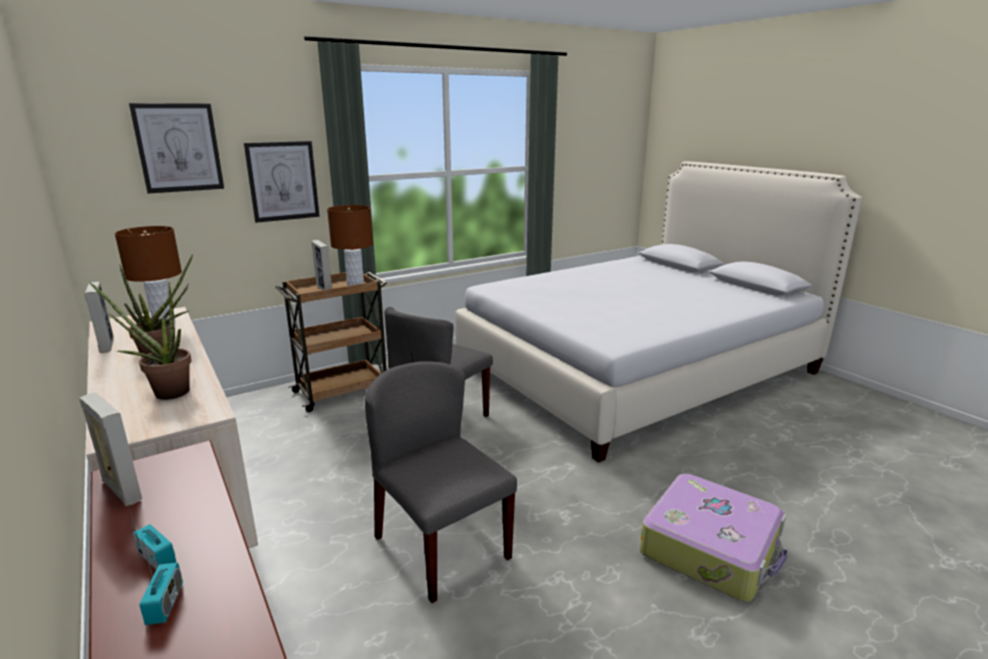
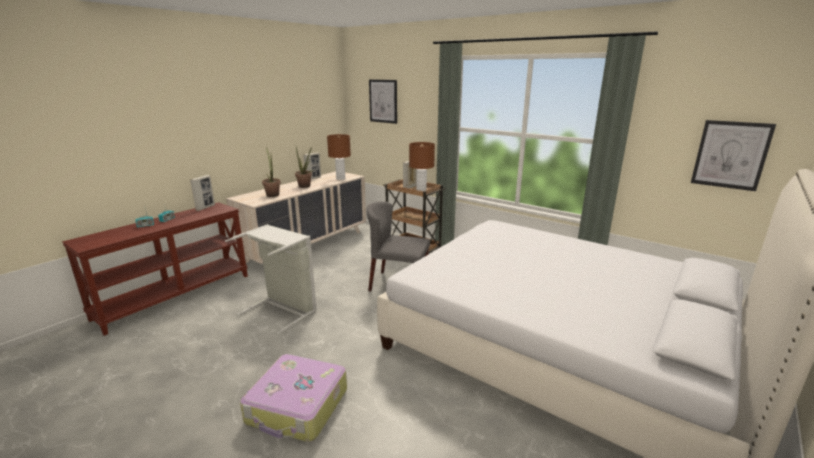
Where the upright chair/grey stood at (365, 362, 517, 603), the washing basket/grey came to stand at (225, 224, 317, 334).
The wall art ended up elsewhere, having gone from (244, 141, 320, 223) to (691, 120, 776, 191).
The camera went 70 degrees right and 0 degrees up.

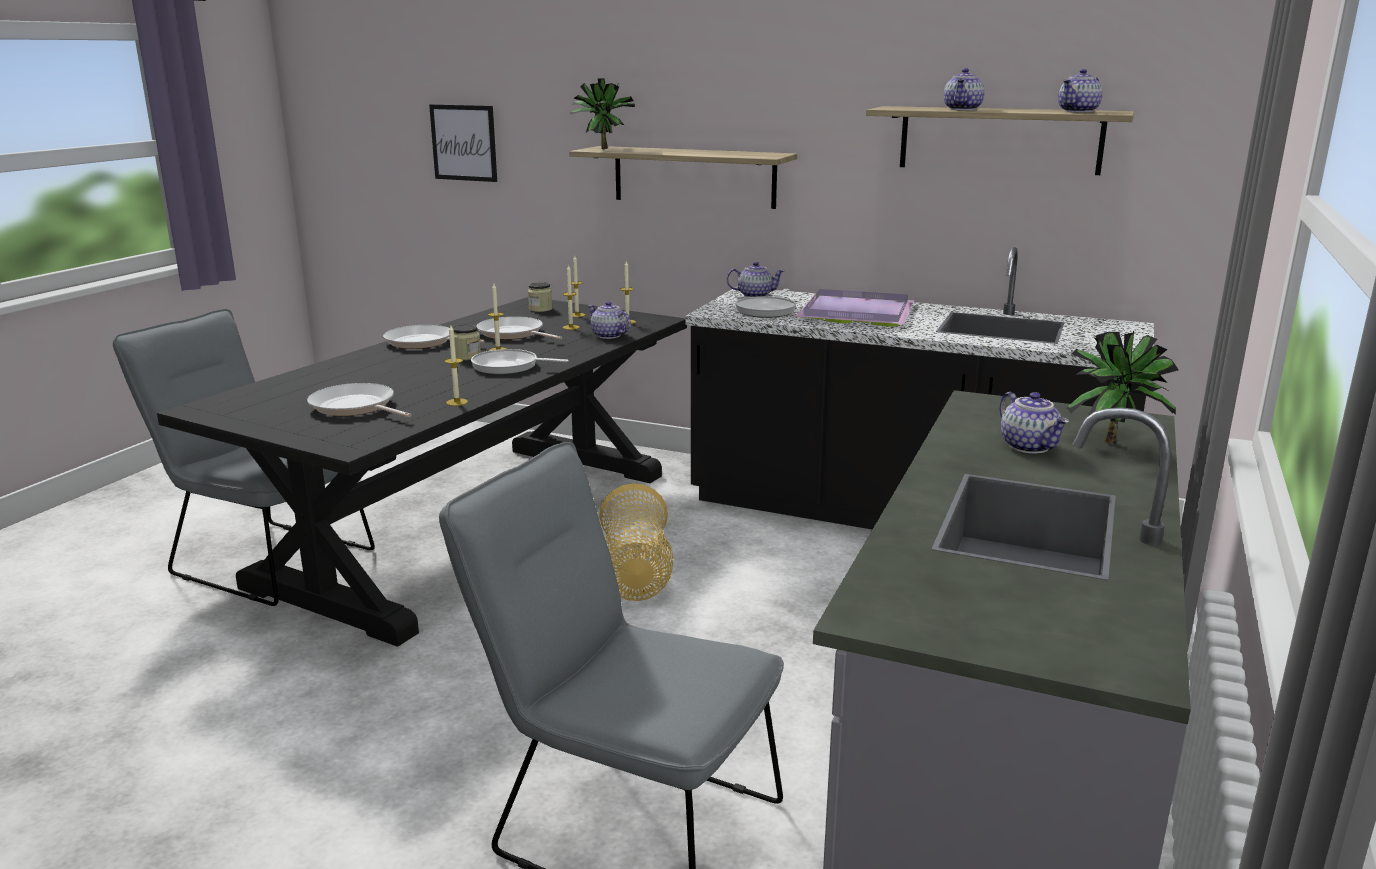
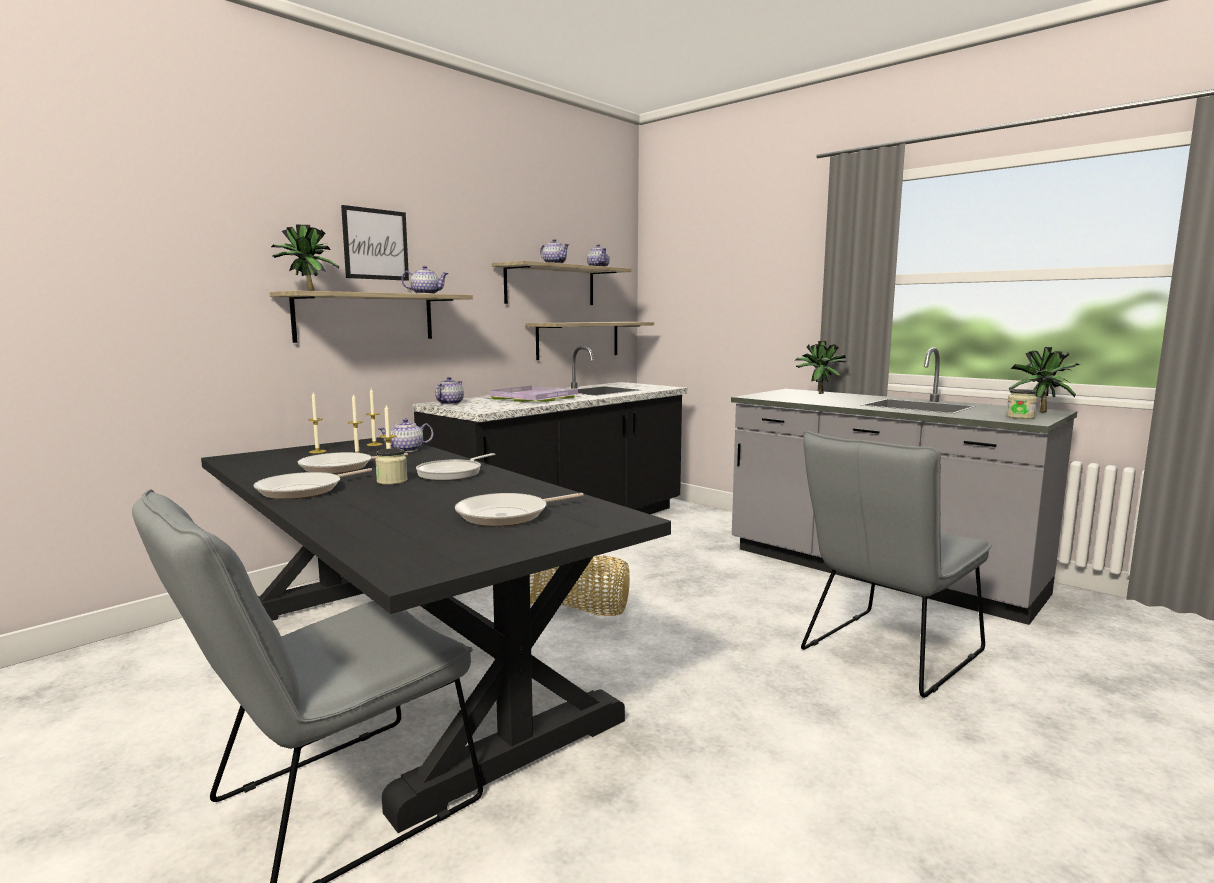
The wall art ended up elsewhere, having gone from (429, 104, 497, 182) to (341, 205, 409, 281).
The teapot ended up elsewhere, having gone from (999, 392, 1069, 454) to (401, 266, 449, 294).
The second view gained the wall shelf at (525, 322, 654, 360).
The preserve jar ended up elsewhere, having gone from (528, 282, 552, 312) to (1006, 389, 1037, 419).
The second view gained the potted plant at (1009, 347, 1080, 412).
The second view lost the candle at (444, 325, 468, 406).
The second view lost the pan at (735, 289, 796, 318).
The camera went 70 degrees left and 10 degrees down.

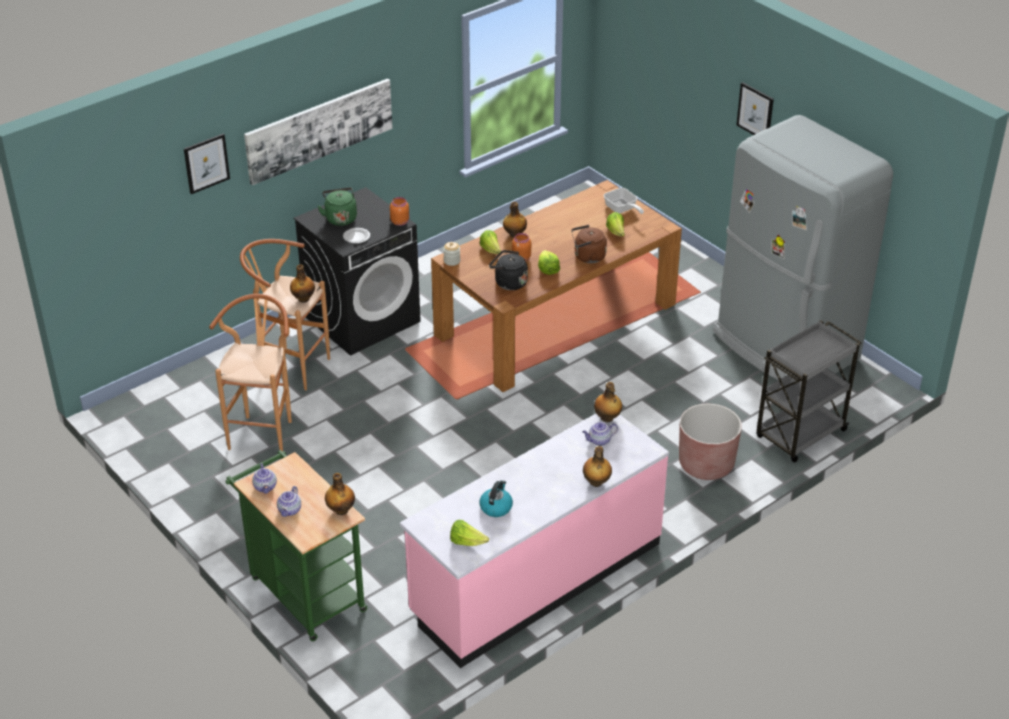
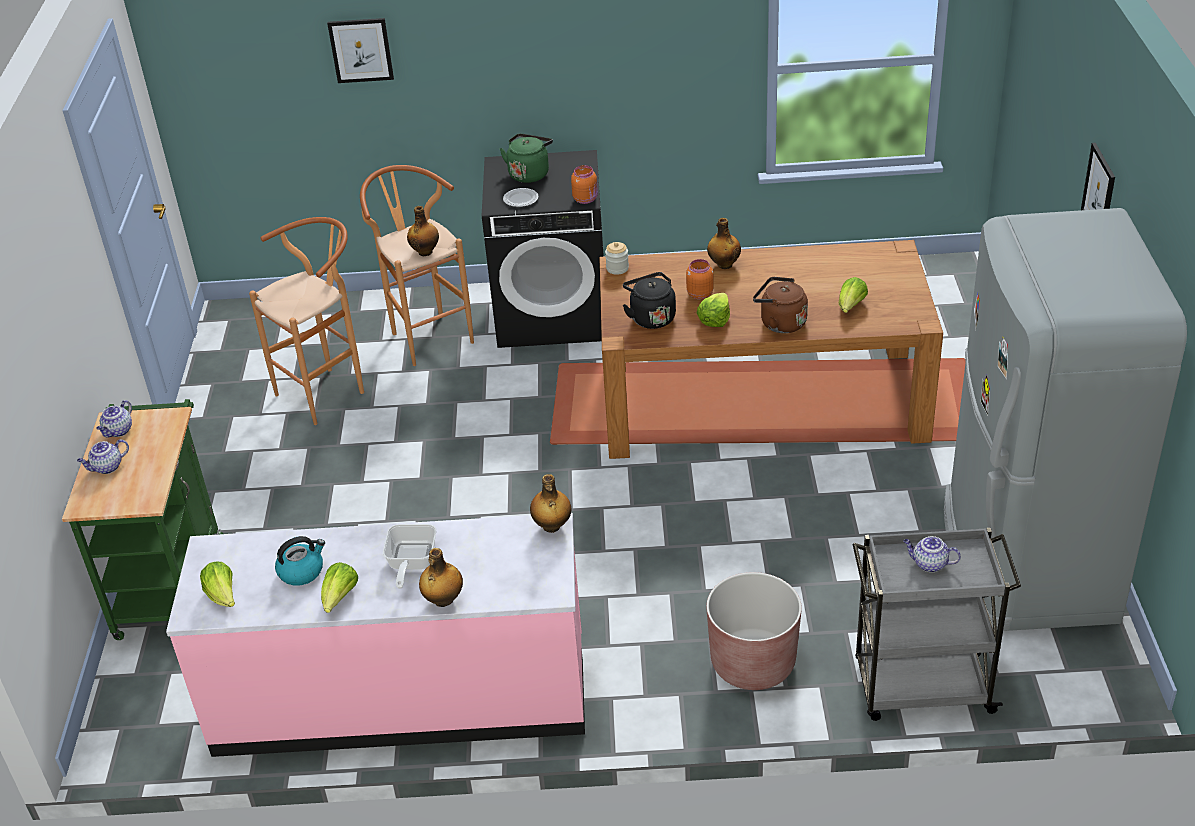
The lettuce ended up elsewhere, having gone from (480, 230, 501, 254) to (321, 562, 358, 613).
The pan ended up elsewhere, having gone from (604, 188, 644, 214) to (383, 524, 437, 589).
The teapot ended up elsewhere, having gone from (582, 422, 618, 446) to (903, 536, 961, 572).
The second view lost the wall art at (244, 79, 392, 185).
The second view lost the bottle at (325, 473, 355, 515).
The camera went 40 degrees right and 0 degrees up.

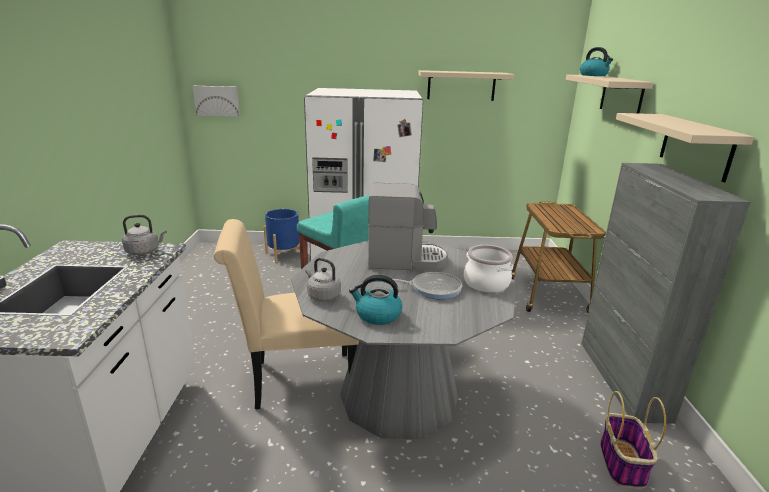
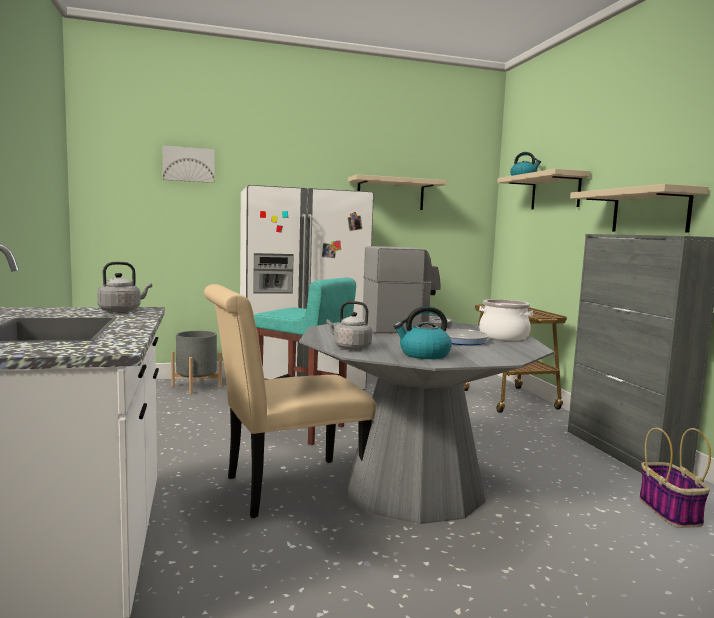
The wall art ended up elsewhere, having gone from (193, 86, 240, 116) to (163, 146, 214, 183).
What was the plant pot/bluish at (263, 209, 300, 263) turned into the plant pot/grey at (171, 331, 222, 394).
The camera went 15 degrees left and 15 degrees down.

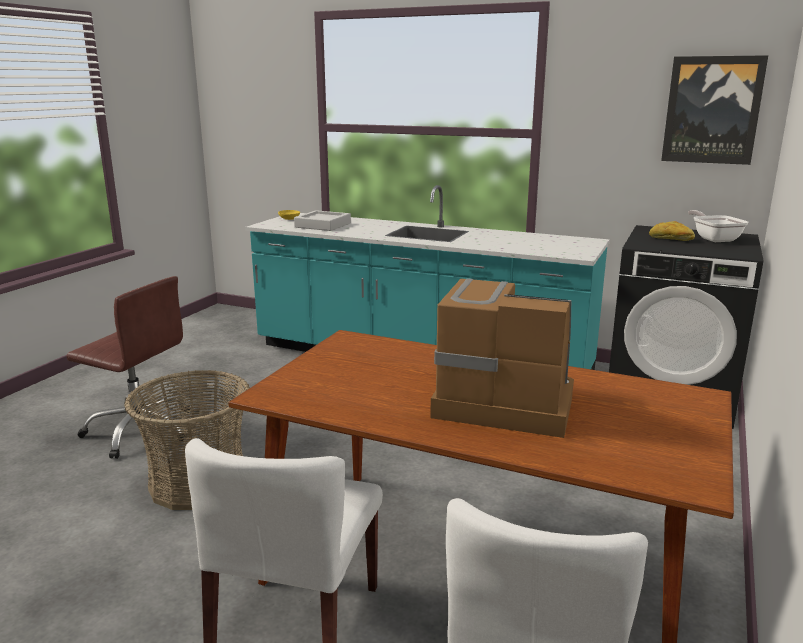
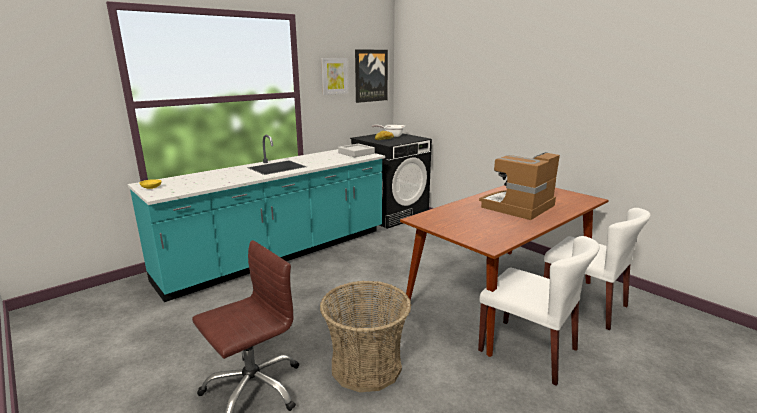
The second view gained the wall art at (321, 58, 348, 95).
The tray/grey ended up elsewhere, having gone from (294, 210, 351, 231) to (338, 144, 375, 157).
The camera went 65 degrees left and 0 degrees up.

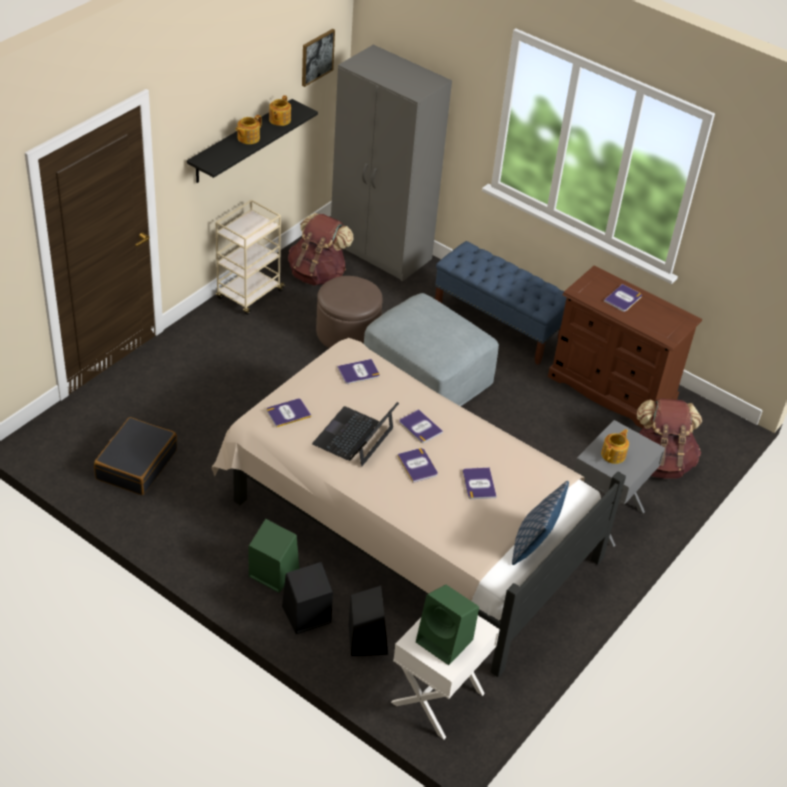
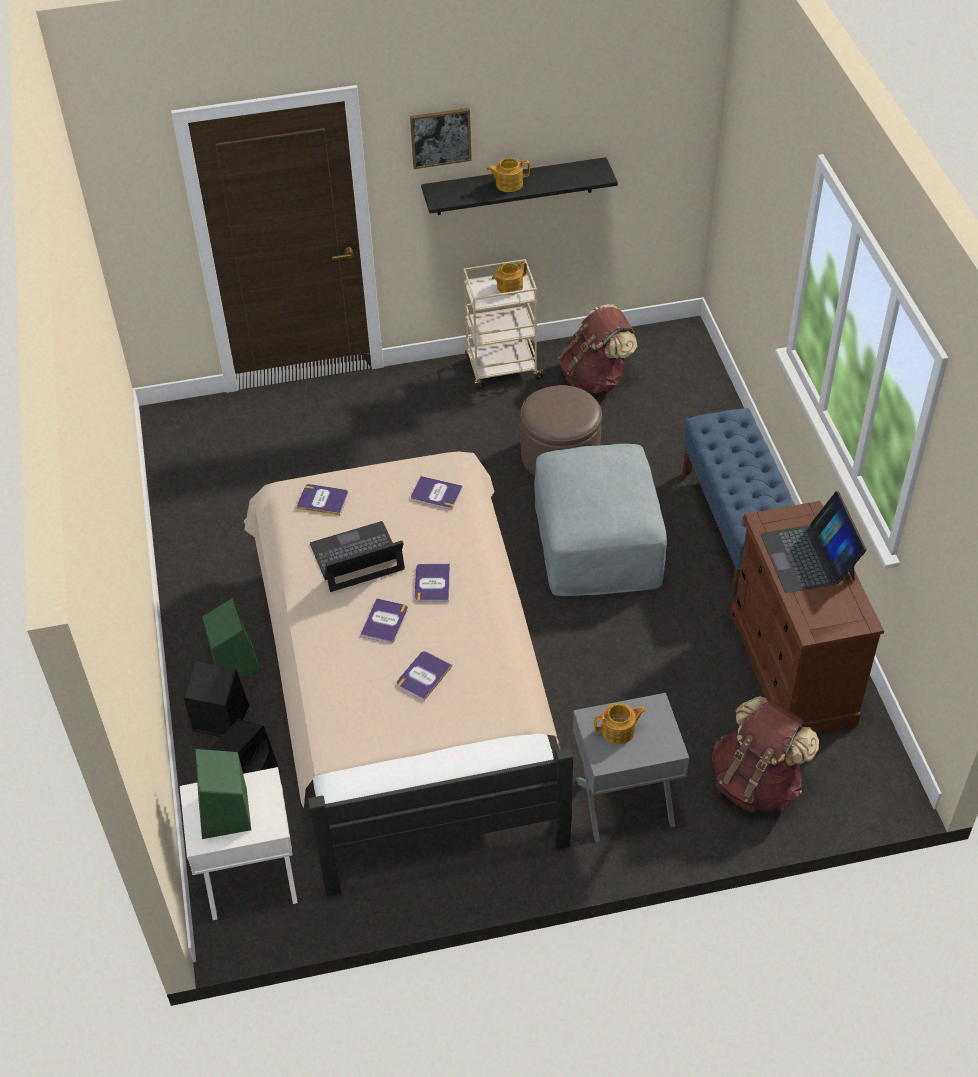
The wall art ended up elsewhere, having gone from (302, 29, 335, 87) to (410, 108, 472, 169).
The teapot ended up elsewhere, having gone from (269, 95, 291, 126) to (492, 261, 527, 295).
Where the volume stood at (604, 284, 642, 312), the notebook computer came to stand at (760, 491, 867, 593).
The second view lost the piece of luggage/black at (94, 417, 177, 495).
The second view lost the wardrobe/grey at (331, 45, 452, 281).
The second view lost the cushion at (512, 481, 569, 565).
The camera went 45 degrees right and 5 degrees up.

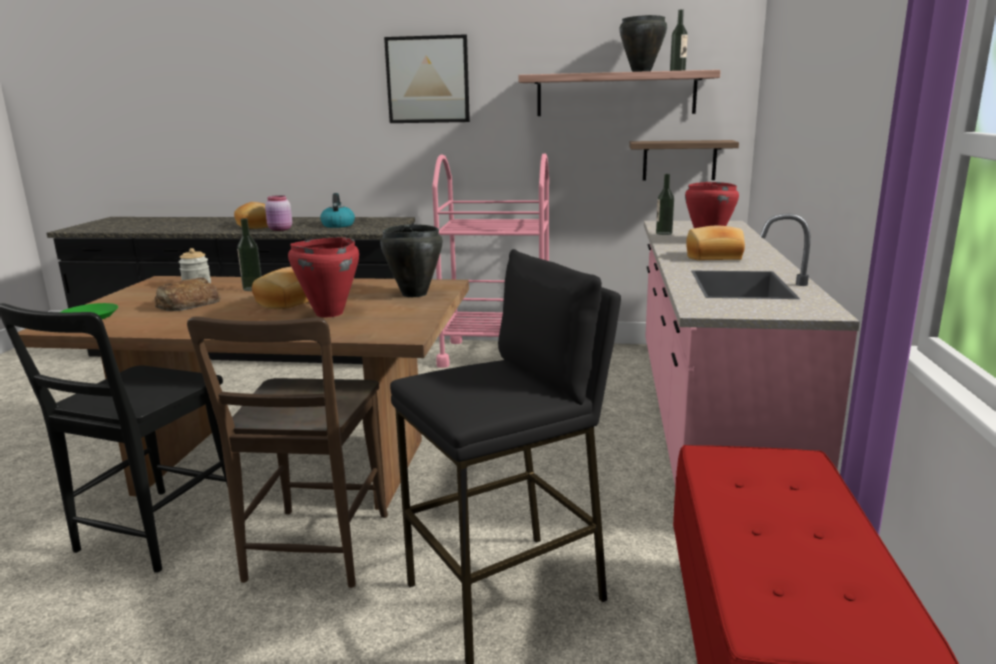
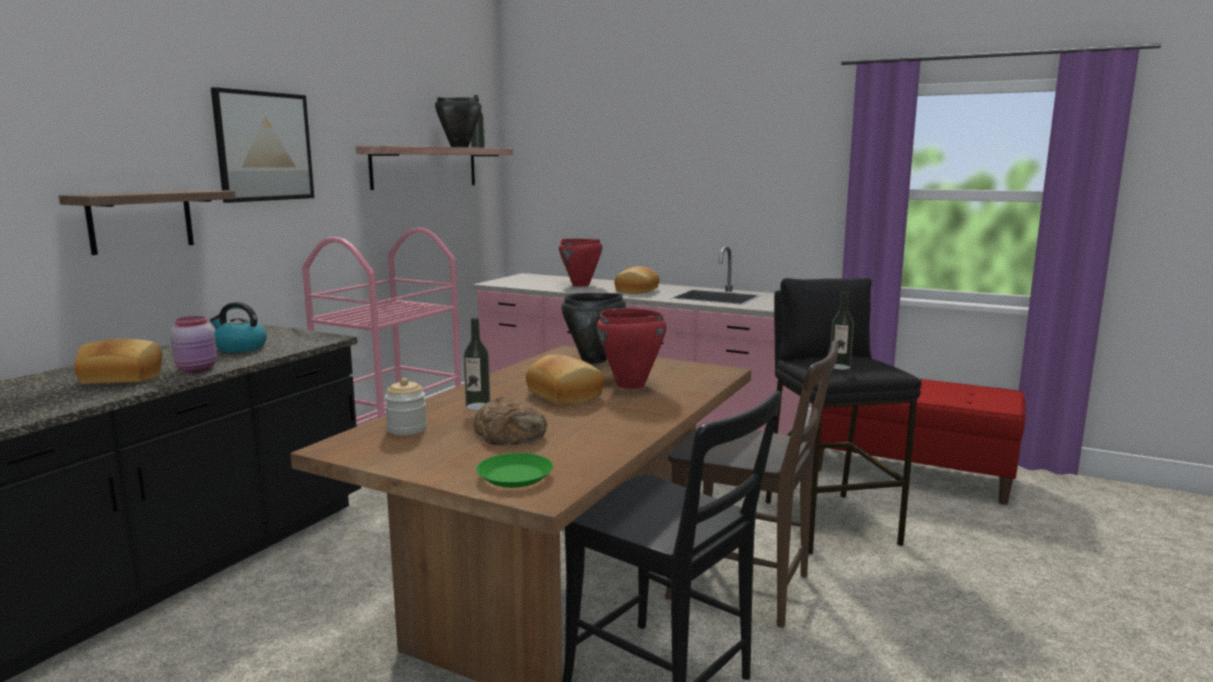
The wall shelf ended up elsewhere, having gone from (629, 140, 739, 181) to (59, 190, 236, 255).
The bottle ended up elsewhere, having gone from (656, 174, 674, 235) to (831, 292, 854, 370).
The camera went 70 degrees left and 5 degrees down.

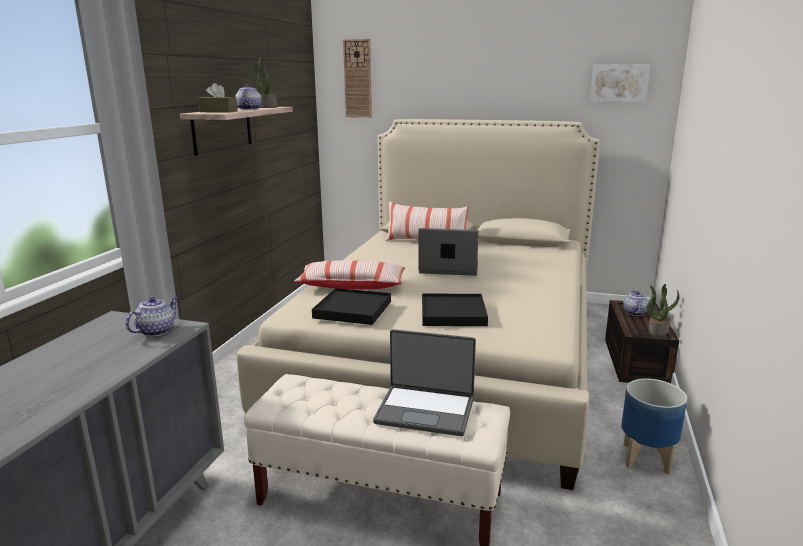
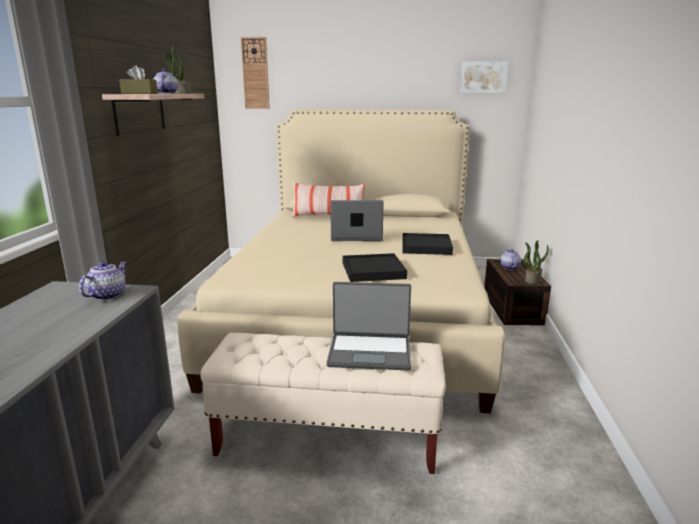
The tray/black ended up elsewhere, having gone from (312, 288, 391, 325) to (403, 233, 453, 255).
The second view lost the cushion at (294, 260, 405, 289).
The second view lost the plant pot at (621, 379, 687, 475).
The camera went 10 degrees left and 0 degrees up.

